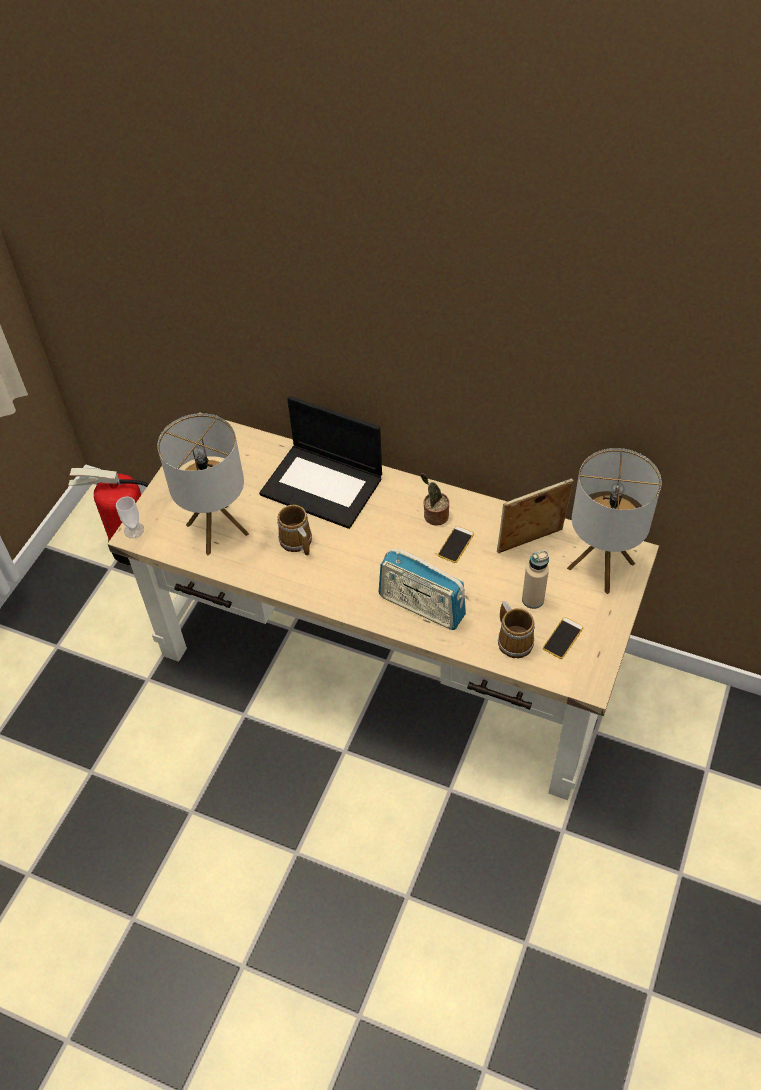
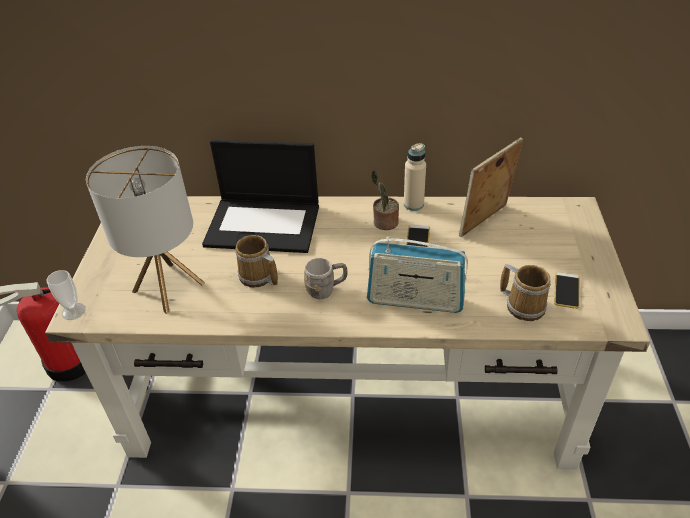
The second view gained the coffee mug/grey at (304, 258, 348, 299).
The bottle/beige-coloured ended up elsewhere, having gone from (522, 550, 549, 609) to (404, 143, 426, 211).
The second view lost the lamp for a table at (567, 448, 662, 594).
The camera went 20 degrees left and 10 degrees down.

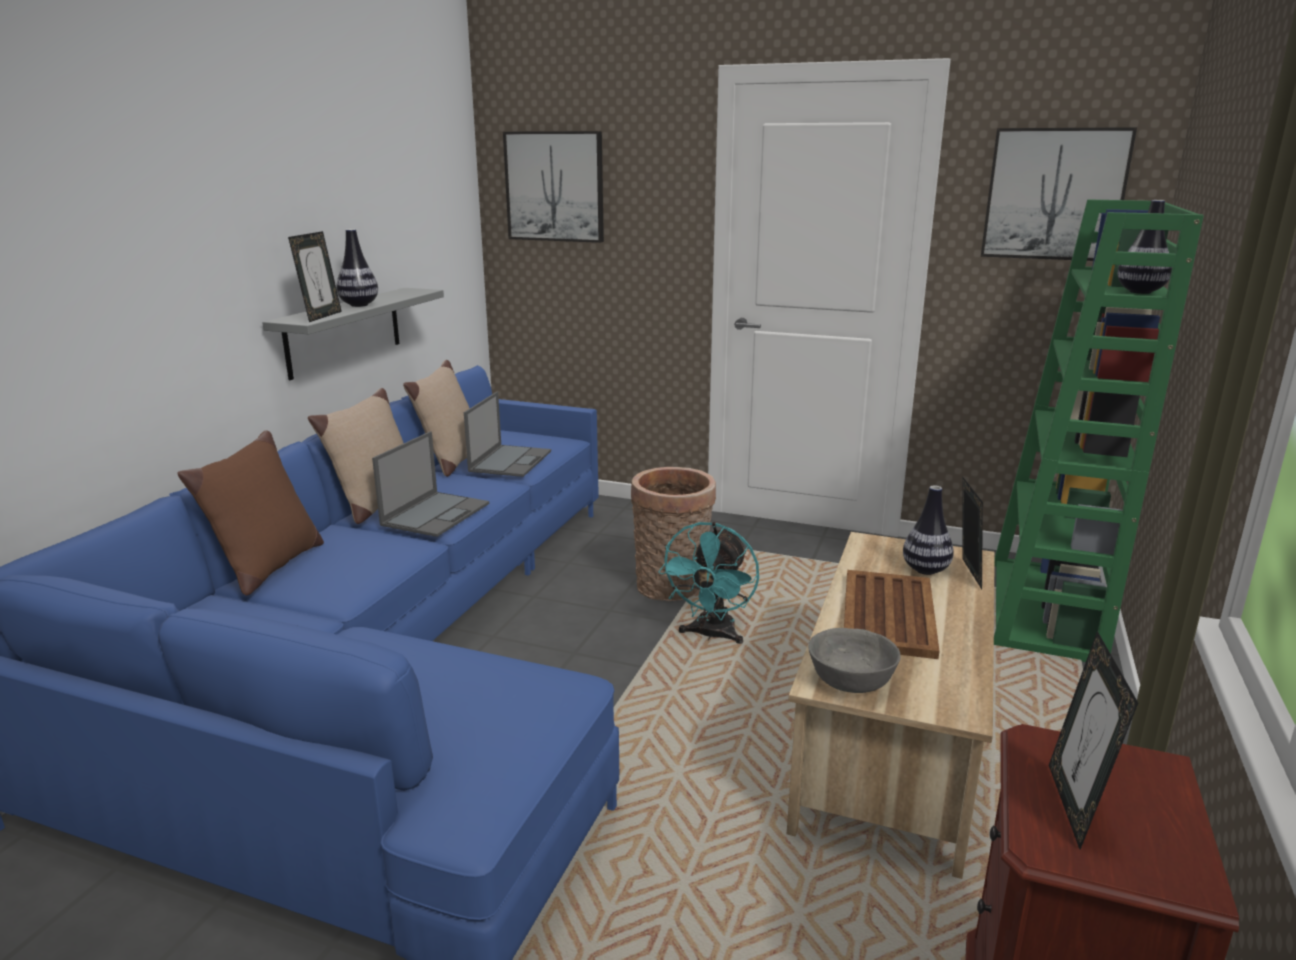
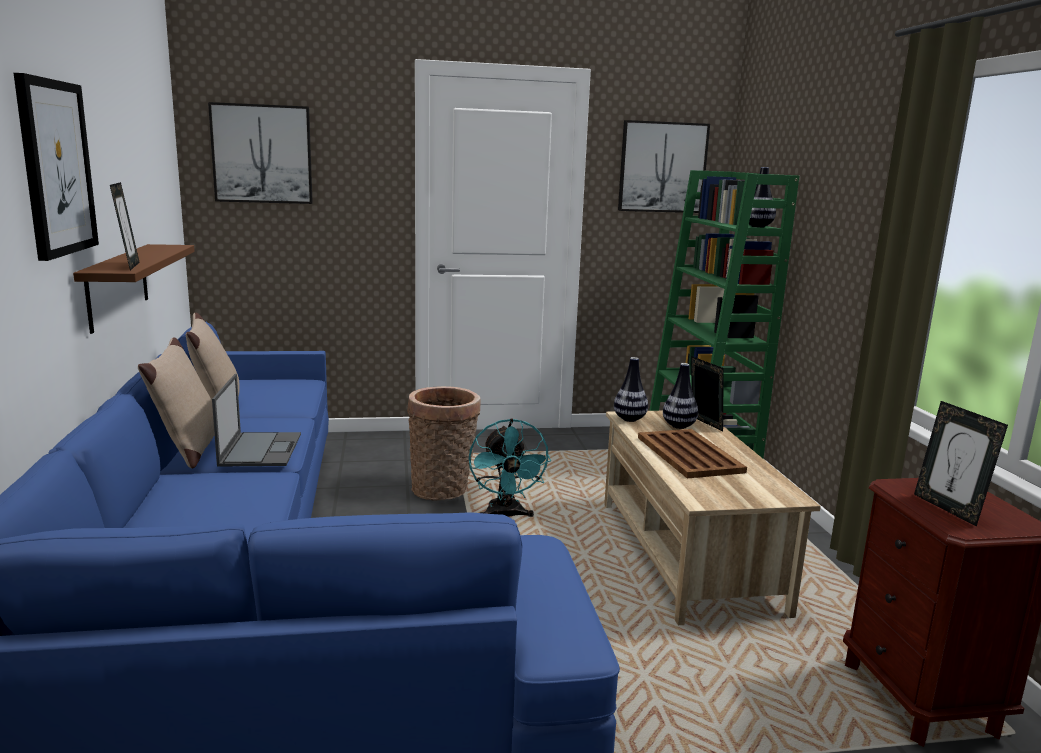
The second view gained the wall art at (14, 73, 99, 261).
What was the wall shelf/grey at (262, 288, 444, 380) turned into the wall shelf/brown-coloured at (73, 244, 195, 334).
The decorative vase ended up elsewhere, having gone from (336, 229, 378, 307) to (614, 357, 648, 422).
The second view lost the cushion/brown-coloured at (177, 430, 324, 596).
The second view lost the notebook computer at (464, 392, 551, 477).
The second view lost the serving bowl/grey at (808, 628, 901, 693).
The camera went 30 degrees left and 5 degrees down.

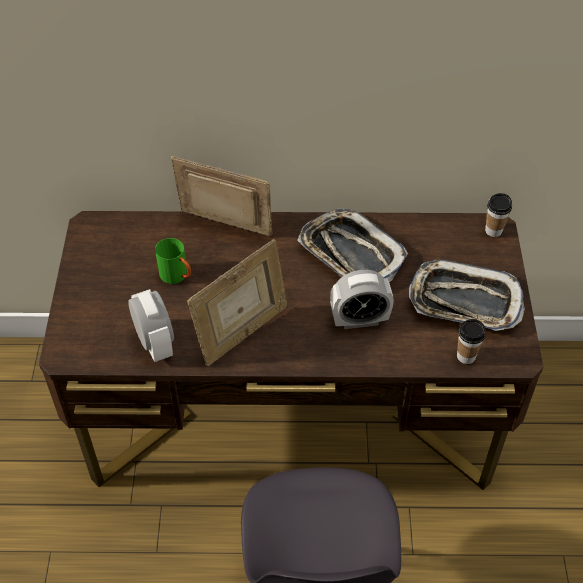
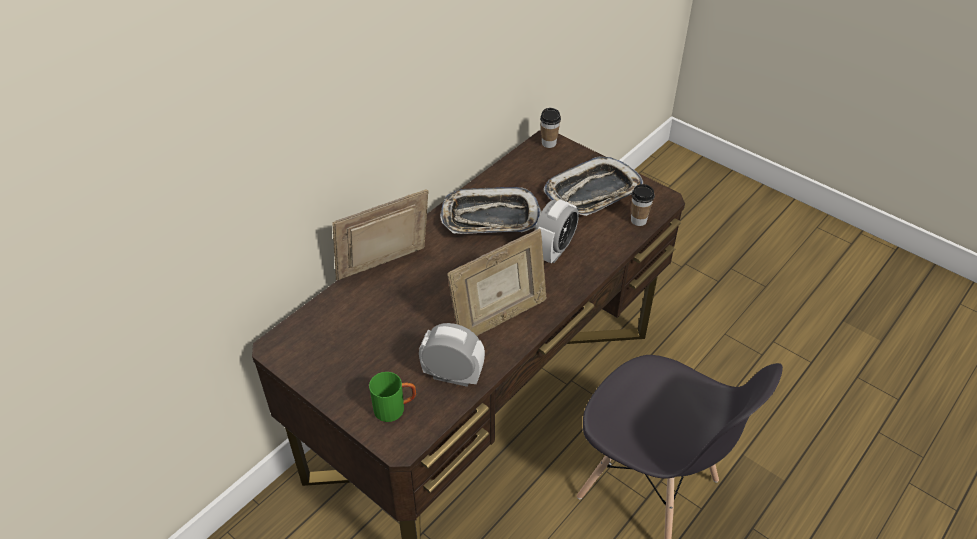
The coffee mug/green-coloured ended up elsewhere, having gone from (155, 238, 191, 284) to (369, 372, 416, 422).
The photo frame at (187, 239, 287, 366) ended up facing another way, 60 degrees clockwise from before.
The camera went 50 degrees left and 5 degrees down.

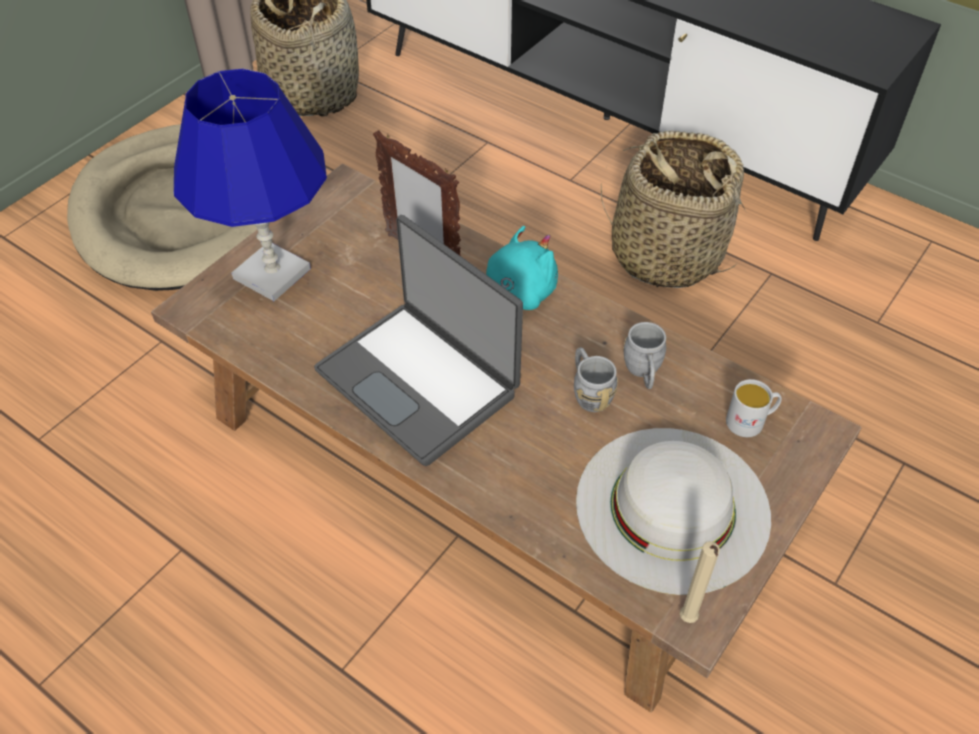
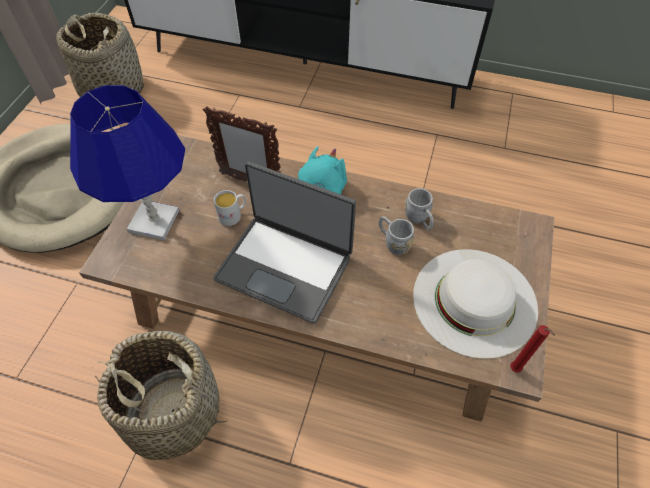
The basket ended up elsewhere, having gone from (601, 131, 745, 288) to (95, 331, 227, 460).
The coffee mug/white-coloured ended up elsewhere, having gone from (726, 379, 782, 437) to (214, 190, 246, 226).
What was the candle/beige-coloured at (680, 541, 720, 623) turned into the candle/red at (510, 325, 555, 373).
The camera went 20 degrees left and 5 degrees up.

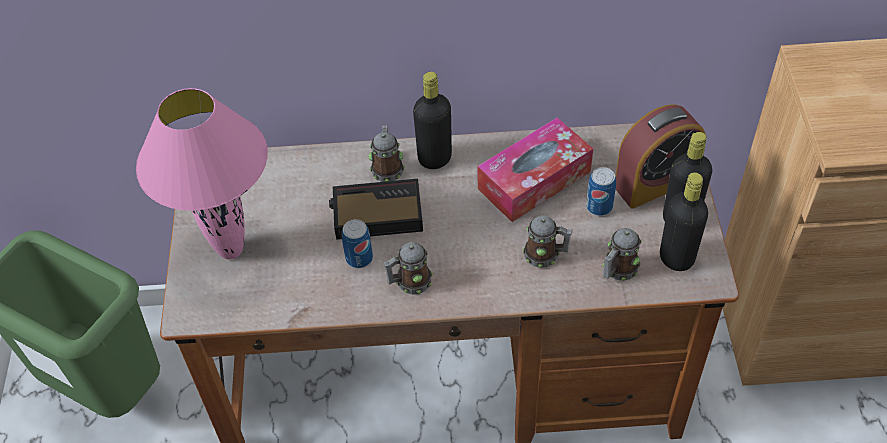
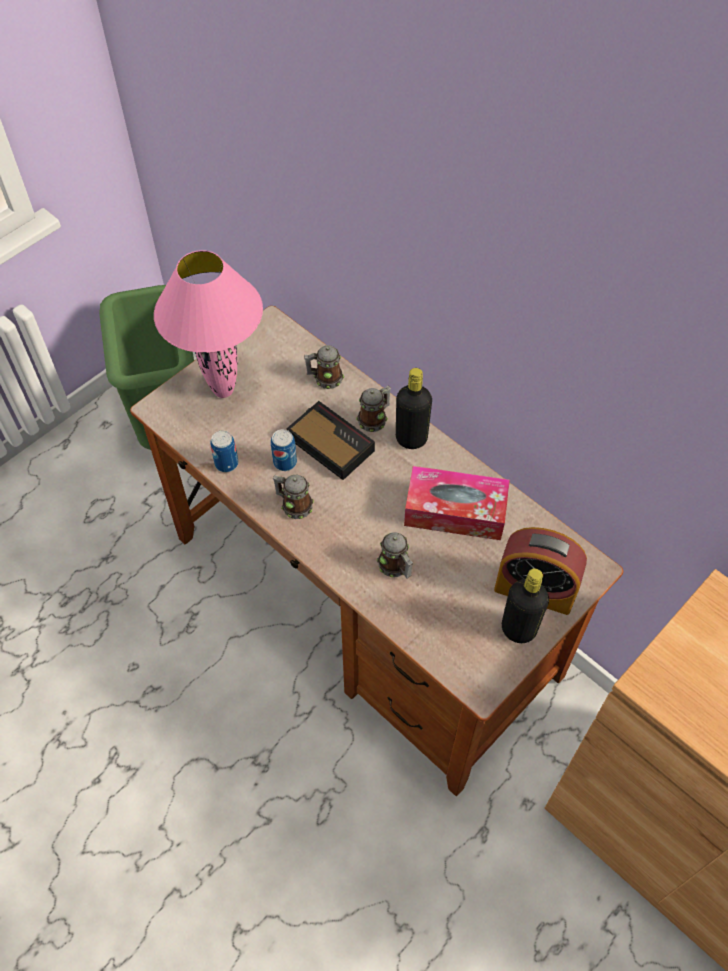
The sealed can ended up elsewhere, having gone from (586, 167, 616, 216) to (210, 431, 238, 472).
The coffee mug ended up elsewhere, having gone from (603, 228, 642, 281) to (304, 345, 344, 389).
The second view lost the bottle/black at (660, 172, 708, 271).
The camera went 45 degrees right and 5 degrees up.

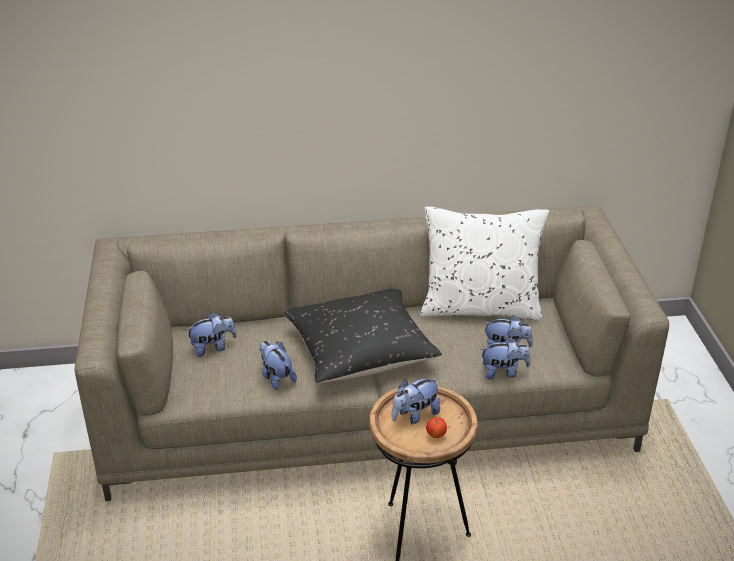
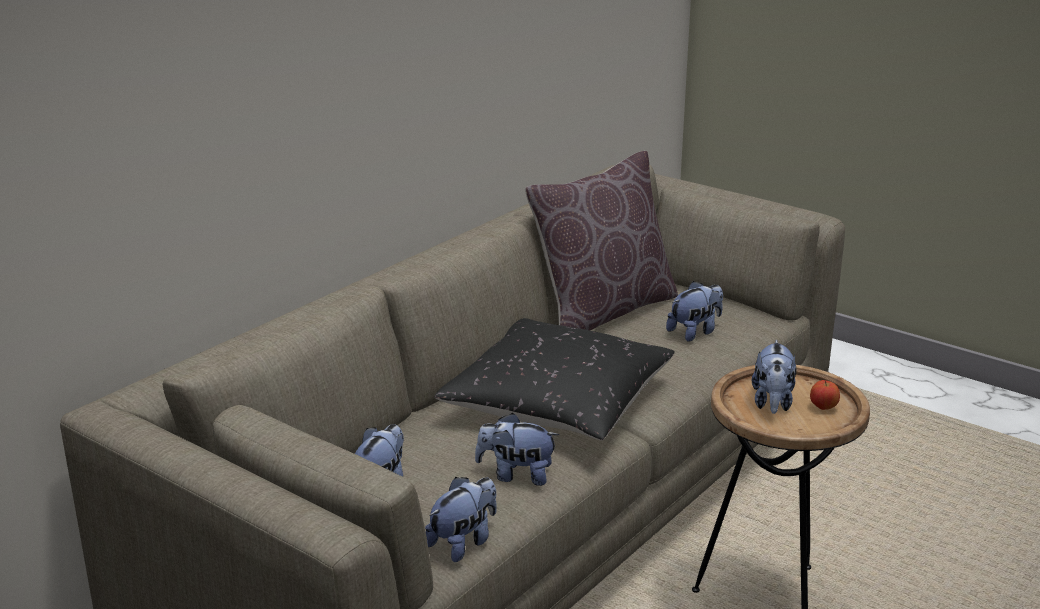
The cuddly toy ended up elsewhere, having gone from (481, 337, 531, 379) to (425, 477, 497, 562).
What was the cushion/white-coloured at (420, 207, 549, 320) turned into the cushion/brown-coloured at (525, 151, 678, 331).
The camera went 45 degrees left and 10 degrees down.

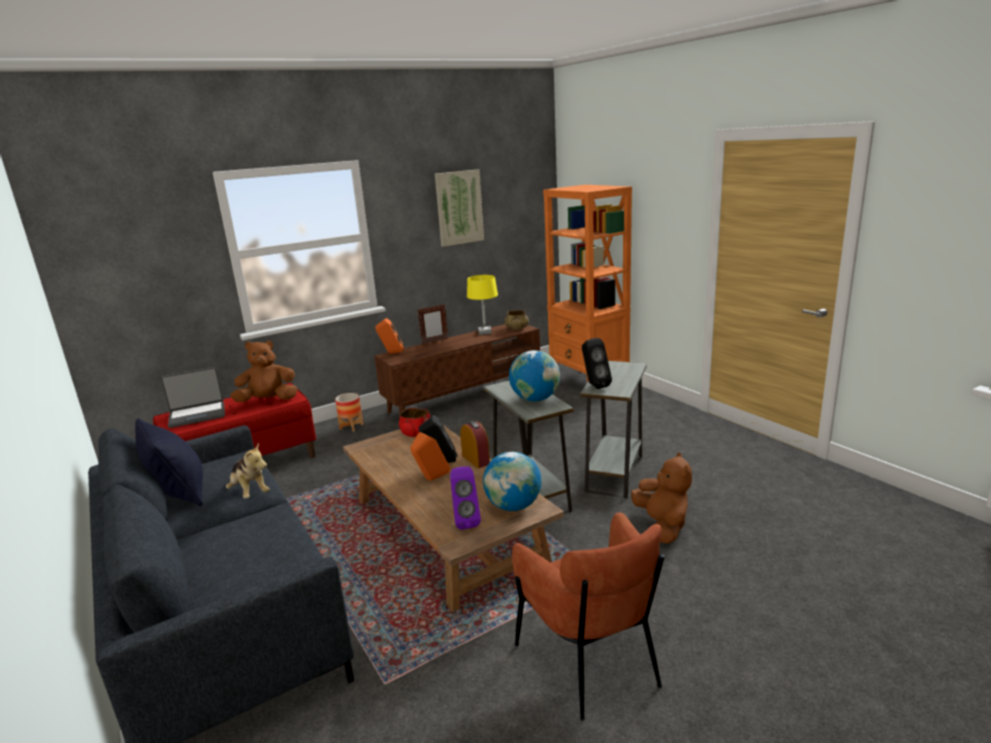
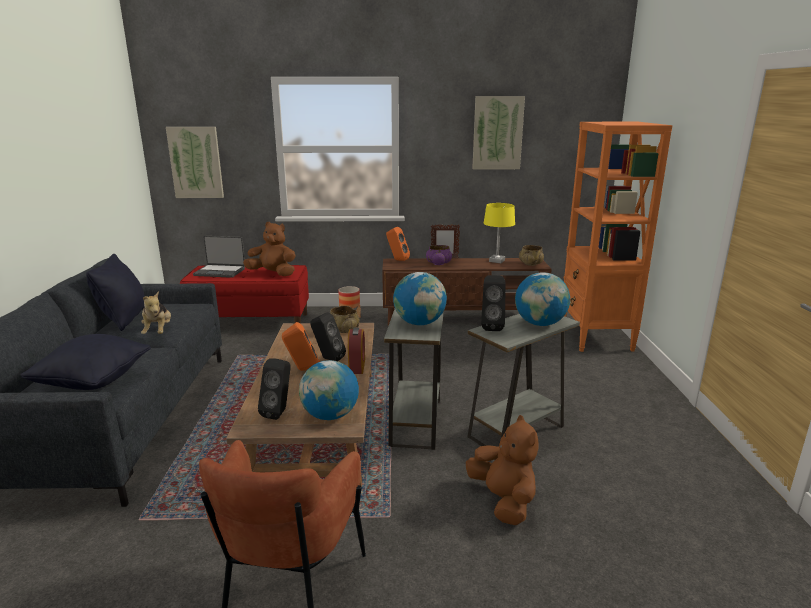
The second view gained the cushion/black at (21, 334, 151, 390).
The second view gained the wall art at (166, 127, 224, 198).
What was the loudspeaker/purple at (450, 467, 481, 530) turned into the loudspeaker/black at (258, 359, 291, 420).
What was the serving bowl/red at (399, 408, 430, 437) turned into the serving bowl/beige-coloured at (330, 306, 360, 333).
The second view gained the serving bowl/purple at (426, 245, 452, 265).
The cuddly toy/brown-coloured at (631, 452, 692, 544) ended up facing another way, 45 degrees counterclockwise from before.
The second view gained the desk globe at (515, 272, 570, 326).
The camera went 30 degrees right and 0 degrees up.

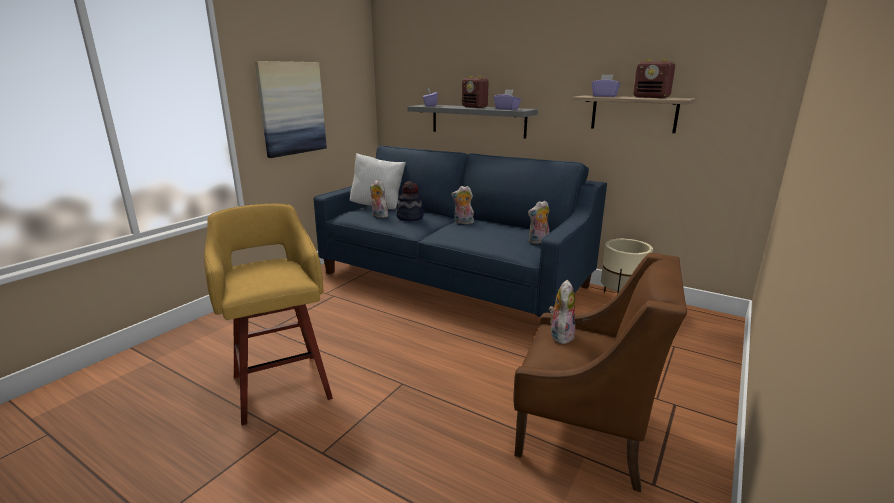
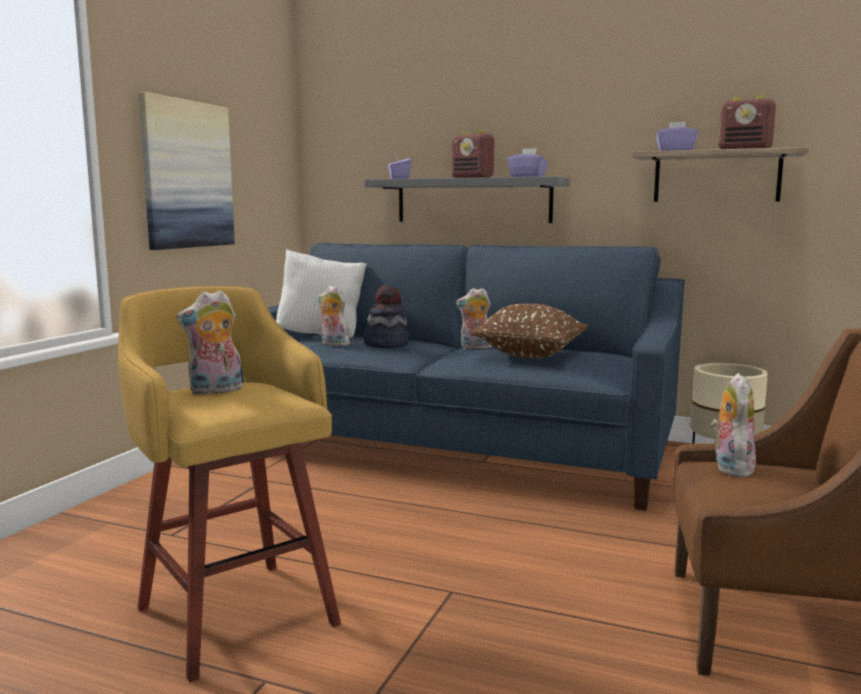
The cuddly toy ended up elsewhere, having gone from (528, 201, 550, 244) to (176, 290, 242, 395).
The second view gained the cushion/brown-coloured at (470, 303, 588, 359).
The camera went 10 degrees left and 10 degrees down.

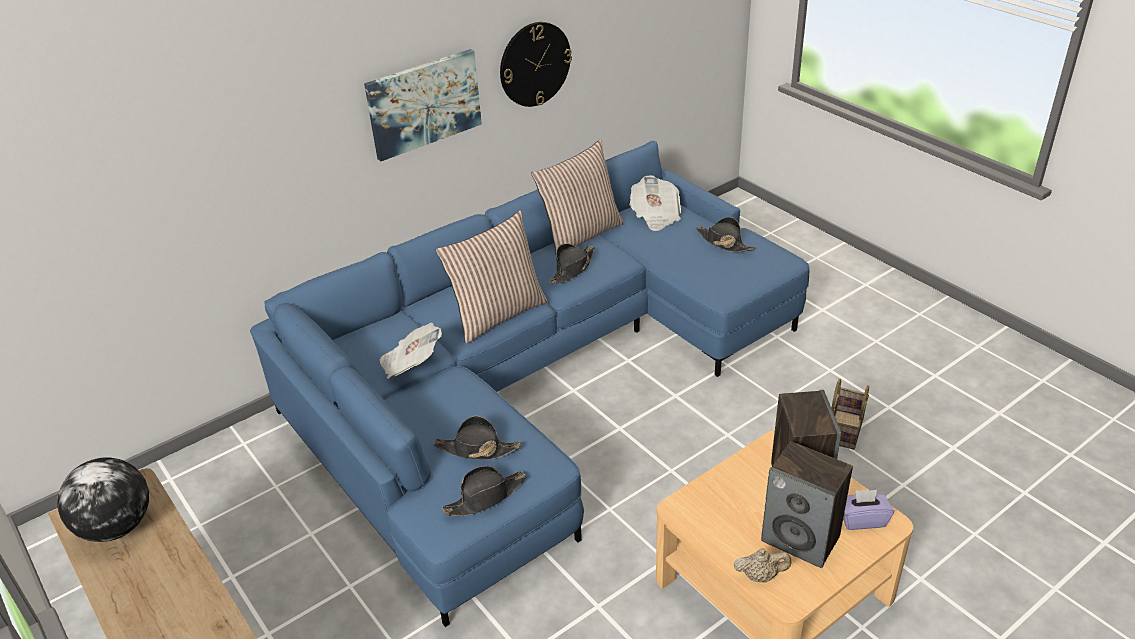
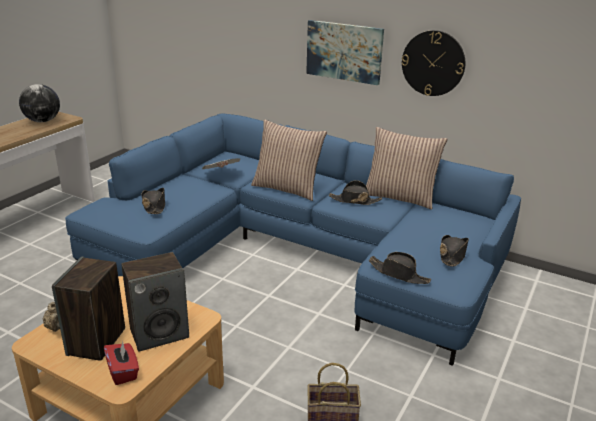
What was the box of tissues/purple at (843, 490, 894, 530) turned into the box of tissues/red at (104, 341, 139, 385).
The wearable hat/black ended up elsewhere, having gone from (442, 466, 526, 516) to (368, 252, 431, 284).
The second view lost the newspaper at (629, 175, 681, 231).
The camera went 65 degrees right and 10 degrees down.

